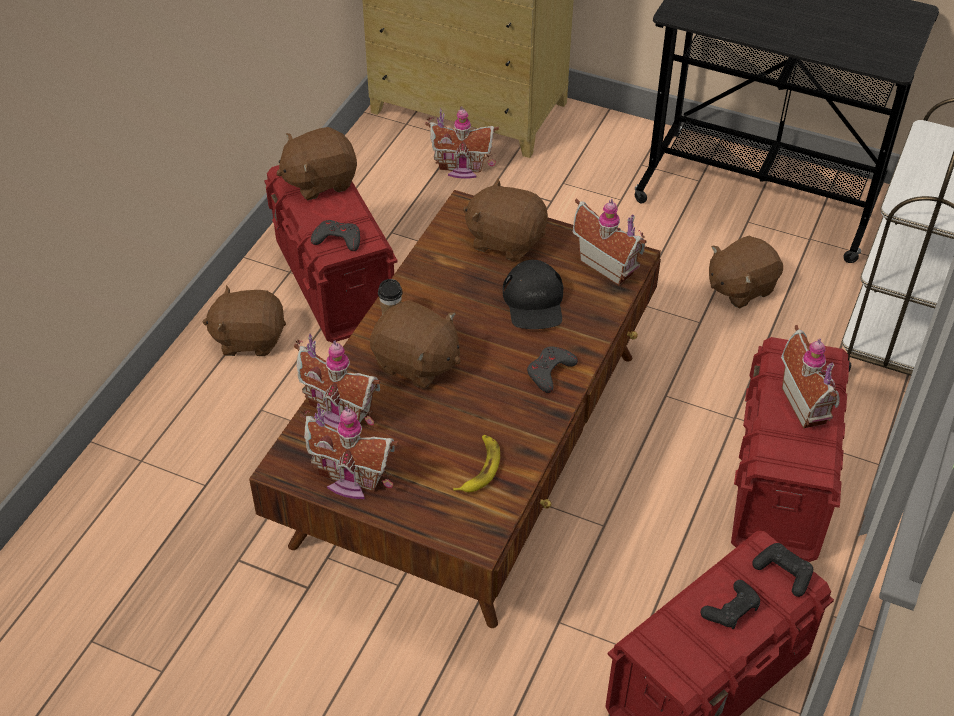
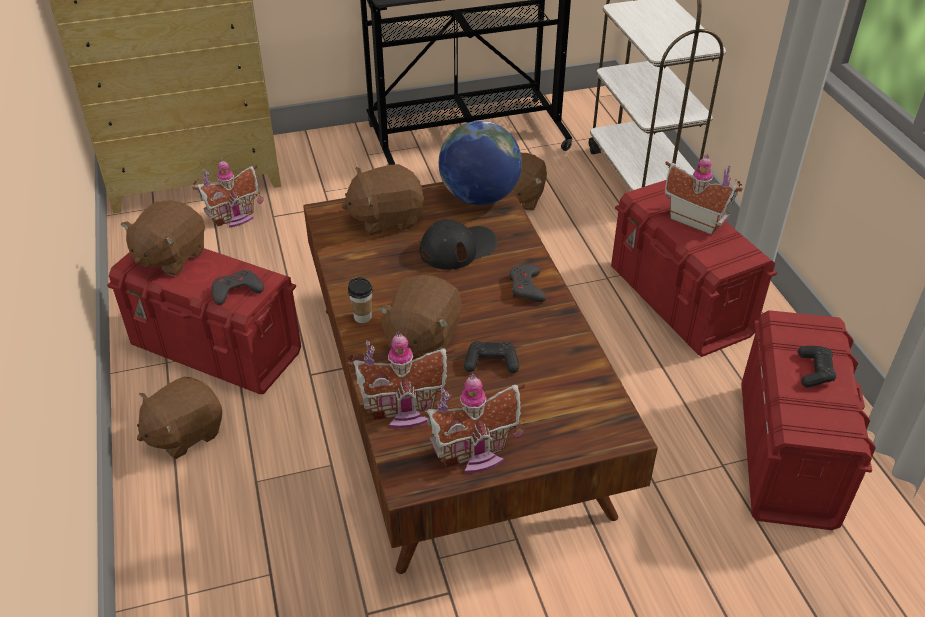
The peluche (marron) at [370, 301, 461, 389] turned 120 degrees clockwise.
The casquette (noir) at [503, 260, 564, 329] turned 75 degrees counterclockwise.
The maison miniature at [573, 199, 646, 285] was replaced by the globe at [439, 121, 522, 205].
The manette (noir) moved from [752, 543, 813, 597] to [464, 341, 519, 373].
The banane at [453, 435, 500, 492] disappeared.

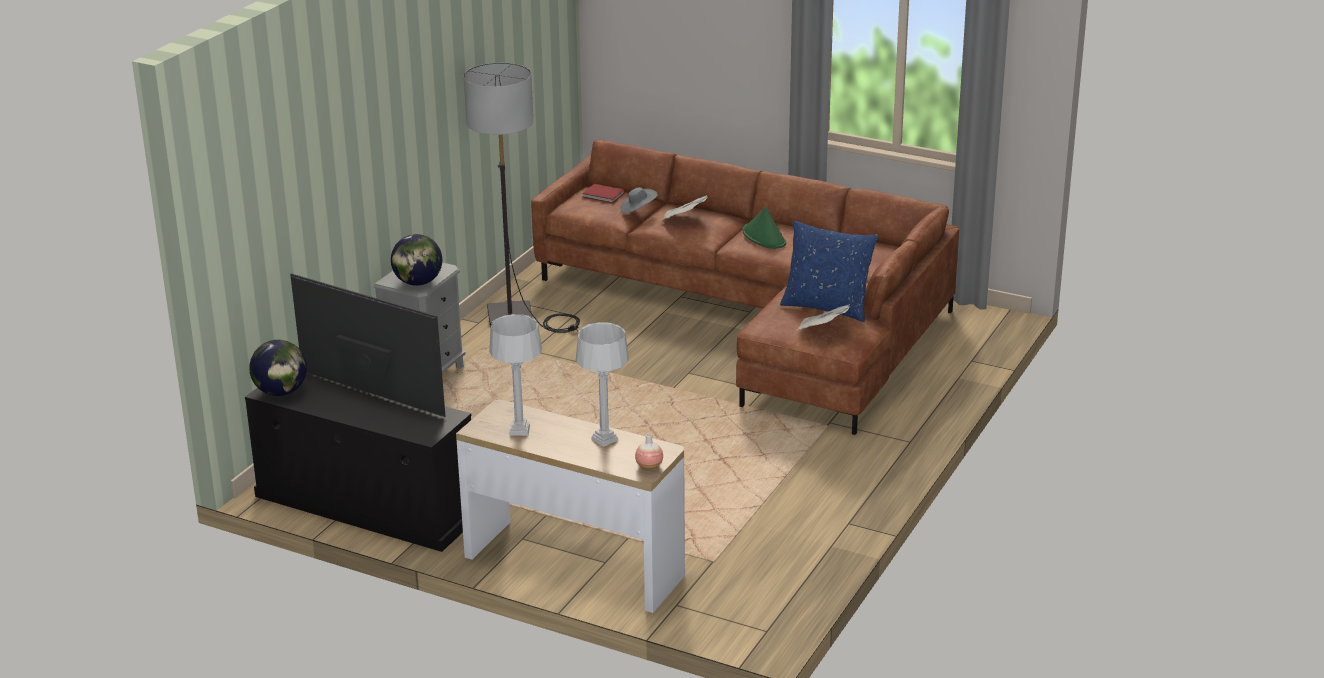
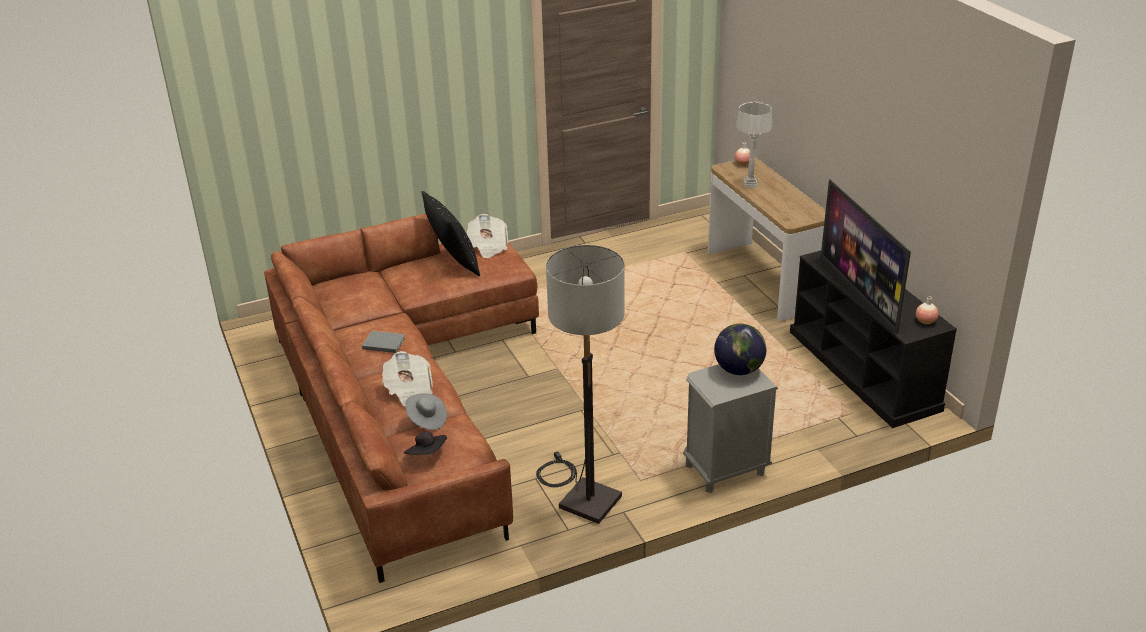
The chapeau (vert) at [742, 207, 786, 249] was replaced by the livre (gris) at [362, 331, 405, 353].
The livre (rouge) at [582, 184, 625, 203] was replaced by the chapeau (noir) at [404, 431, 447, 455].
The coussin (bleu) at [780, 221, 878, 322] became the coussin (noir) at [422, 191, 480, 276].
The globe at [249, 340, 307, 396] was replaced by the vase at [916, 297, 939, 324].
The lampe de table (gris) at [489, 314, 542, 436] disappeared.

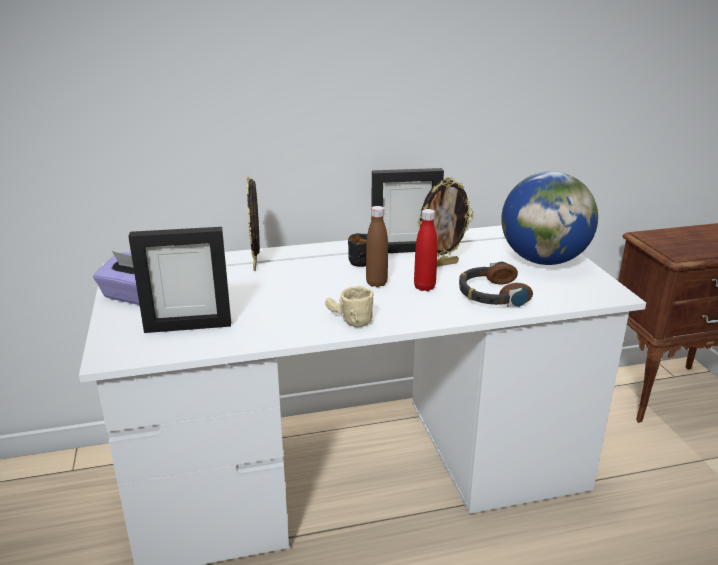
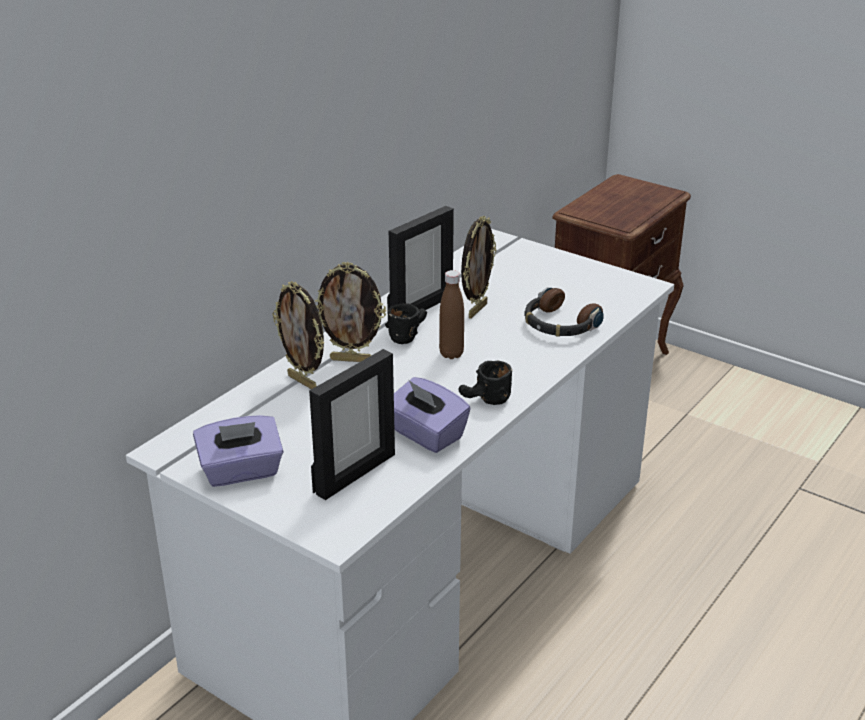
The cadre photo at [314, 262, 386, 362] appeared.
The boîte à mouchoirs (violet) at [394, 377, 471, 453] appeared.
The mug (beige) at [325, 286, 373, 327] became the mug (noir) at [459, 361, 512, 405].
The bouteille (rouge) at [414, 209, 438, 291] disappeared.
The globe at [501, 171, 598, 265] disappeared.

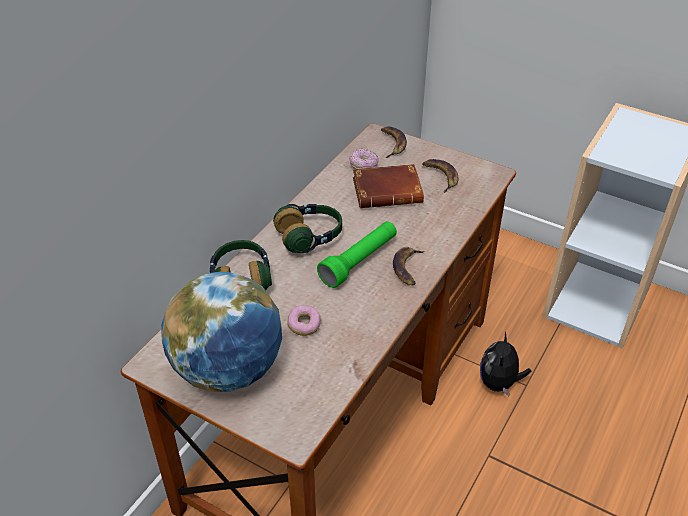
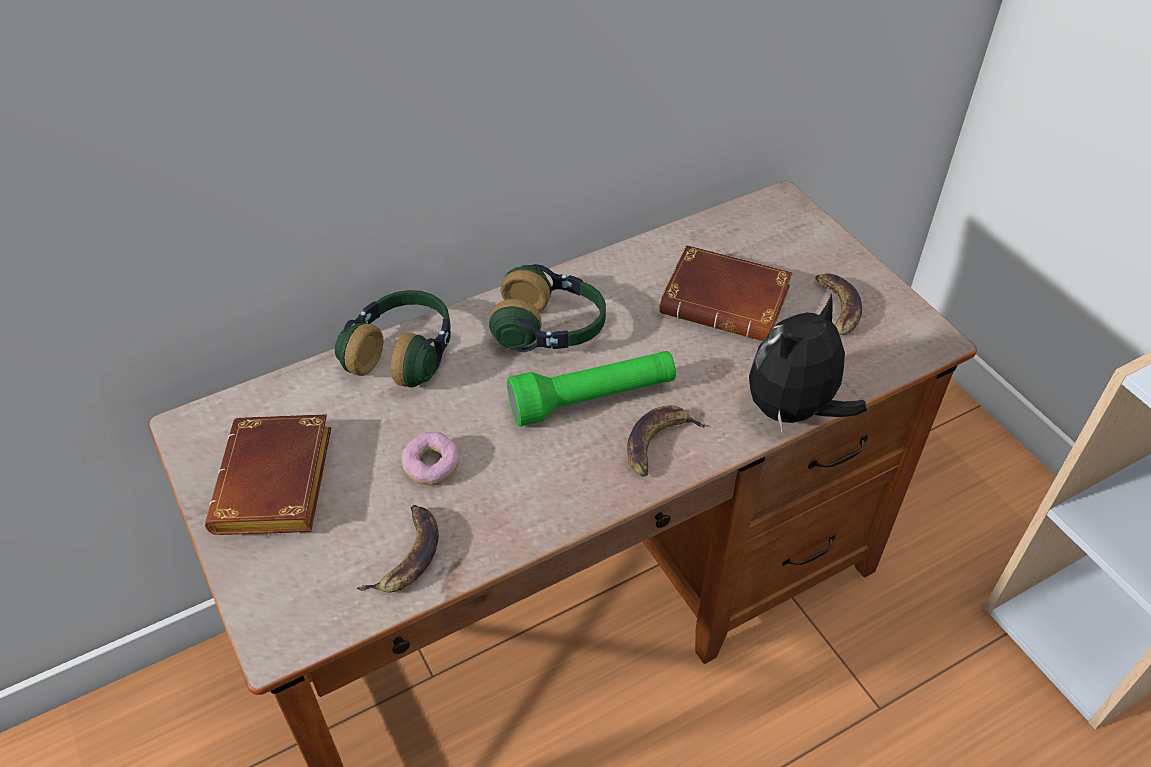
The globe at [161, 272, 282, 392] was replaced by the livre (marron) at [205, 414, 331, 535].
The banane moved from [381, 126, 407, 158] to [356, 505, 439, 593].
The peluche moved from [480, 332, 531, 397] to [749, 294, 867, 435].
The beignet at [349, 148, 379, 169] disappeared.

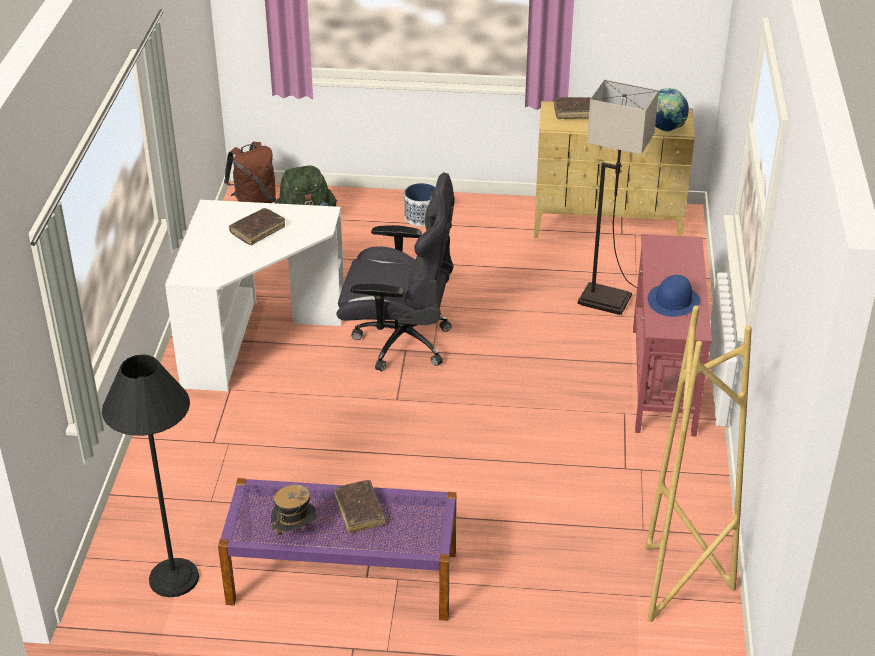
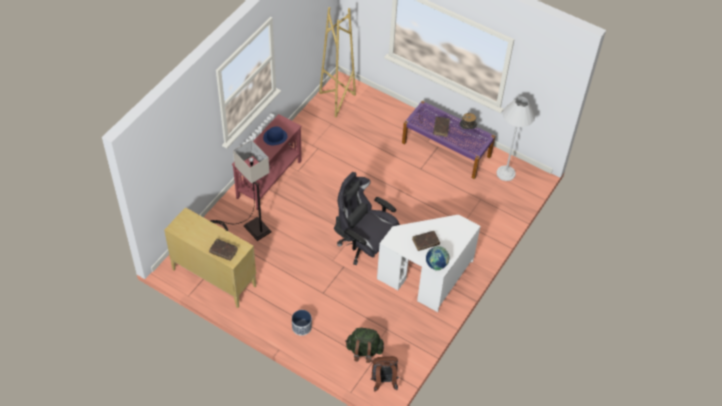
The globe moved from [655, 88, 689, 132] to [426, 246, 450, 271].
The lampadaire (noir) at [102, 355, 199, 597] became the lampadaire (blanc) at [496, 97, 535, 181].

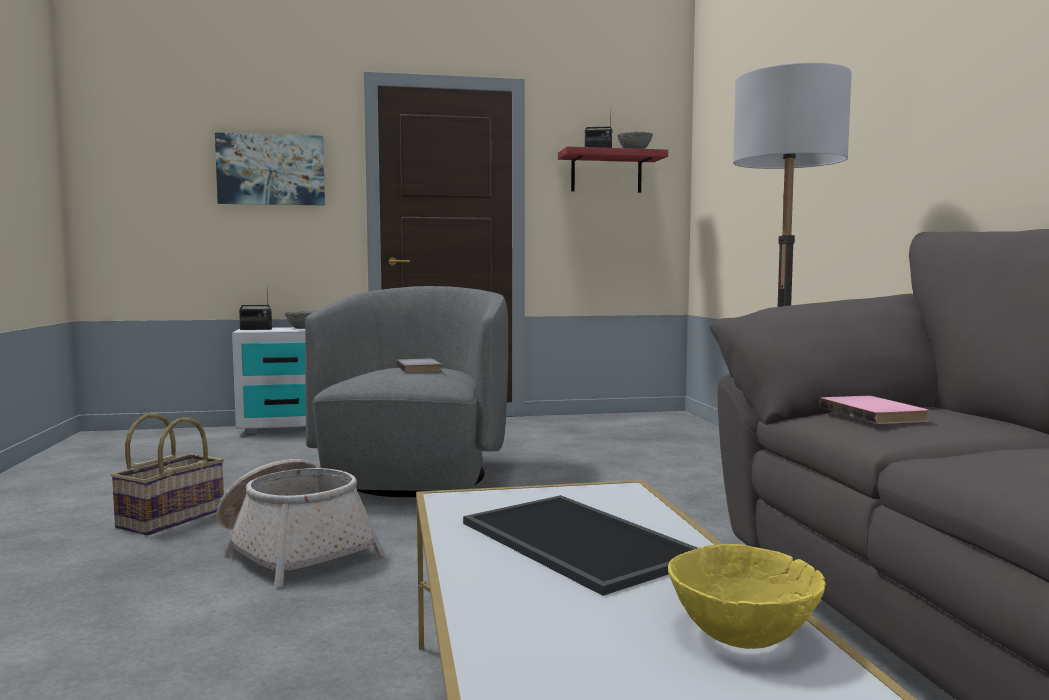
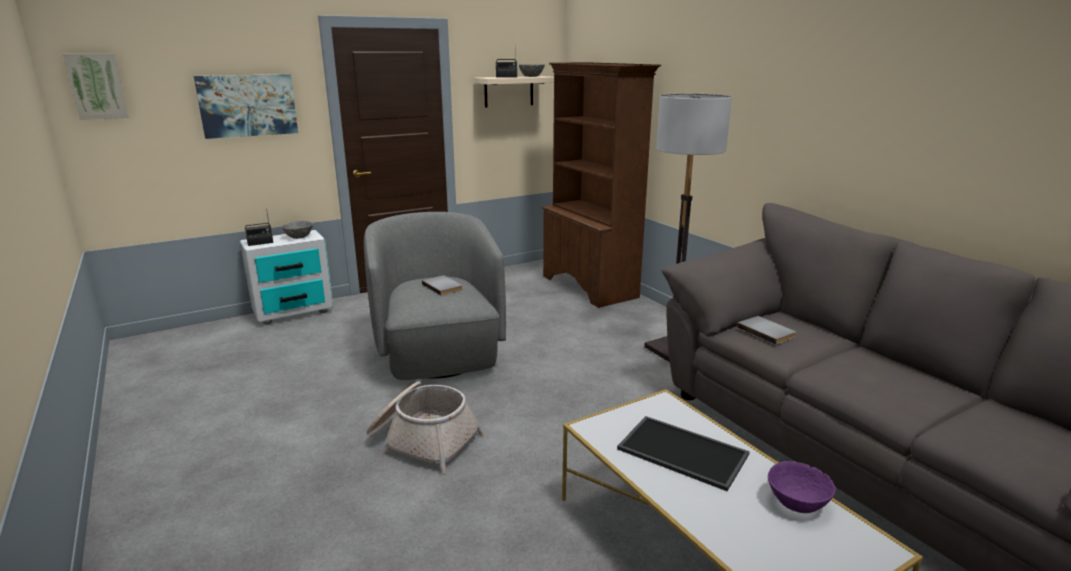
The tableau at [63, 54, 129, 120] appeared.
The étagère (rouge) at [558, 146, 668, 193] became the étagère (beige) at [474, 76, 554, 107].
The bibliothèque (marron) at [542, 62, 661, 308] appeared.
The livre (rose) at [820, 396, 929, 424] became the livre (gris) at [737, 316, 796, 345].
The bol (jaune) at [668, 544, 826, 649] became the bol (violet) at [768, 461, 836, 513].
The panier at [110, 413, 224, 536] disappeared.

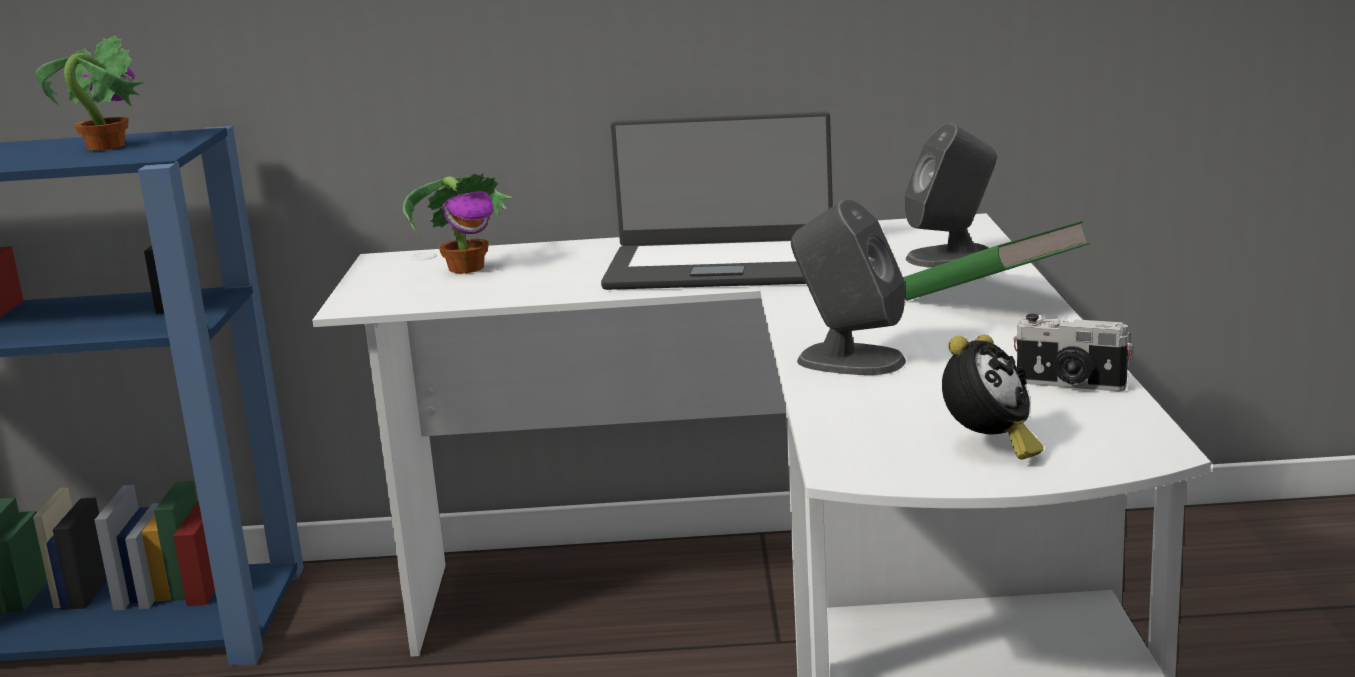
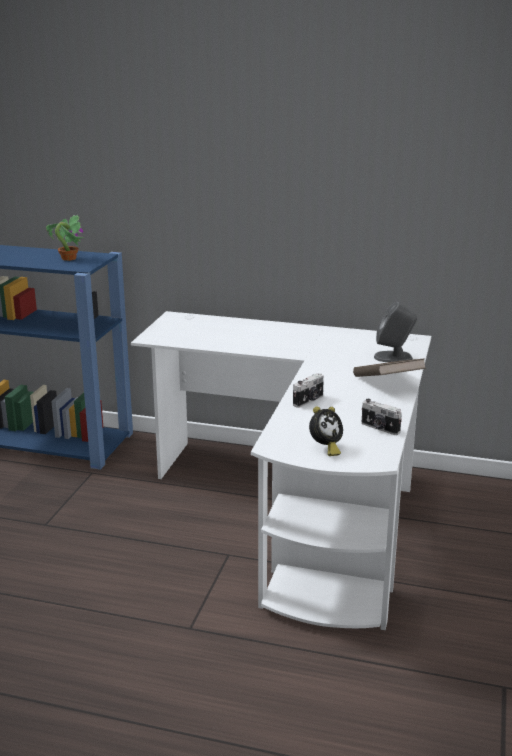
The enceinte (gris) at [791, 199, 906, 375] was replaced by the appareil photo at [293, 373, 324, 408].
The livre (vert) at [903, 221, 1090, 301] became the livre (marron) at [353, 358, 426, 377].
The plante en pot at [403, 174, 512, 273] disappeared.
The ordinateur portable at [601, 111, 833, 290] disappeared.

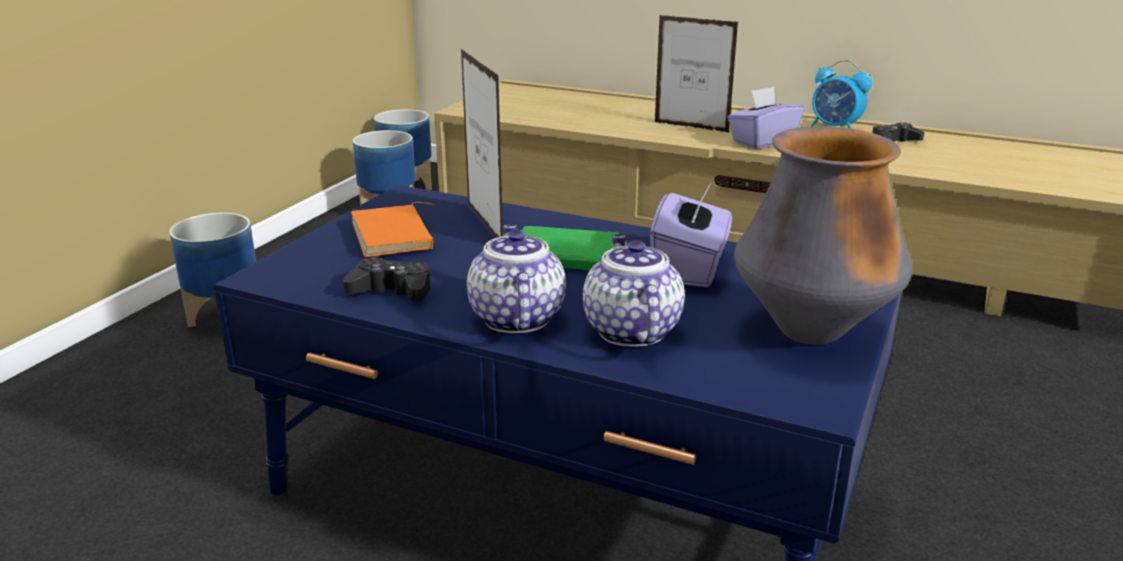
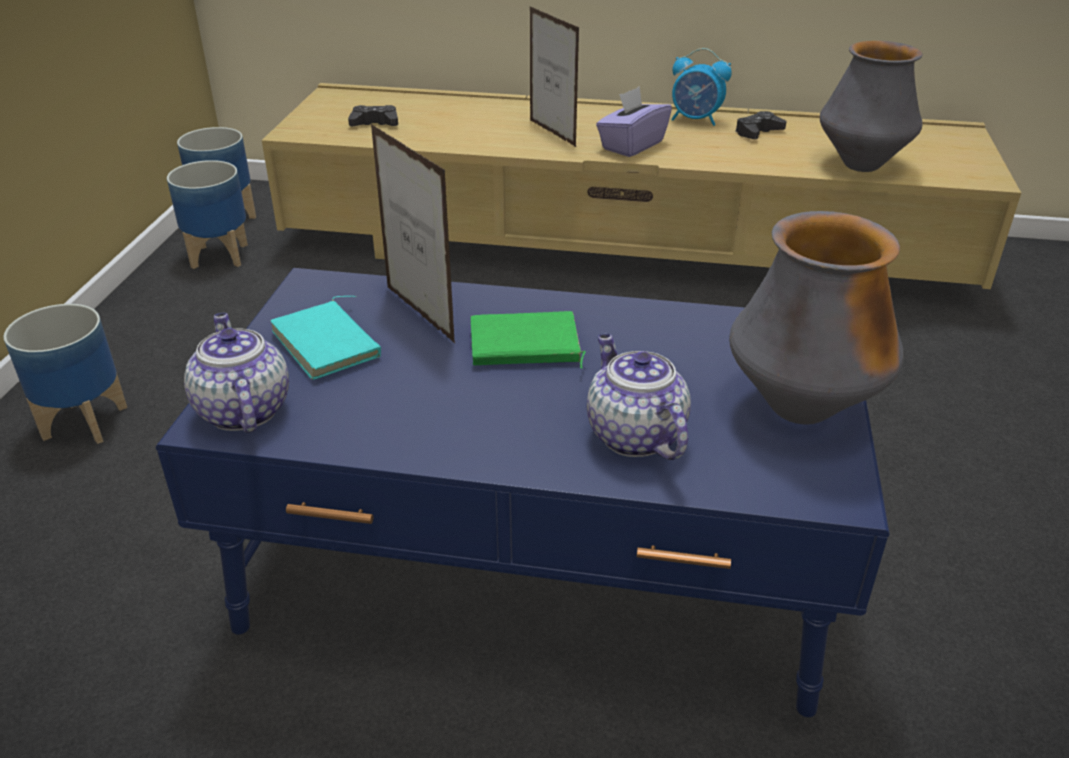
The théière moved from [467, 225, 566, 333] to [184, 313, 289, 433].
The livre (orange) at [351, 202, 434, 257] became the livre (turquoise) at [270, 296, 381, 380].
The manette (noir) moved from [343, 257, 430, 301] to [348, 105, 398, 126].
The cadre photo at [655, 15, 738, 133] turned 45 degrees clockwise.
The vase at [820, 41, 923, 172] appeared.
The boîte à mouchoirs (violet) at [650, 182, 732, 287] disappeared.

